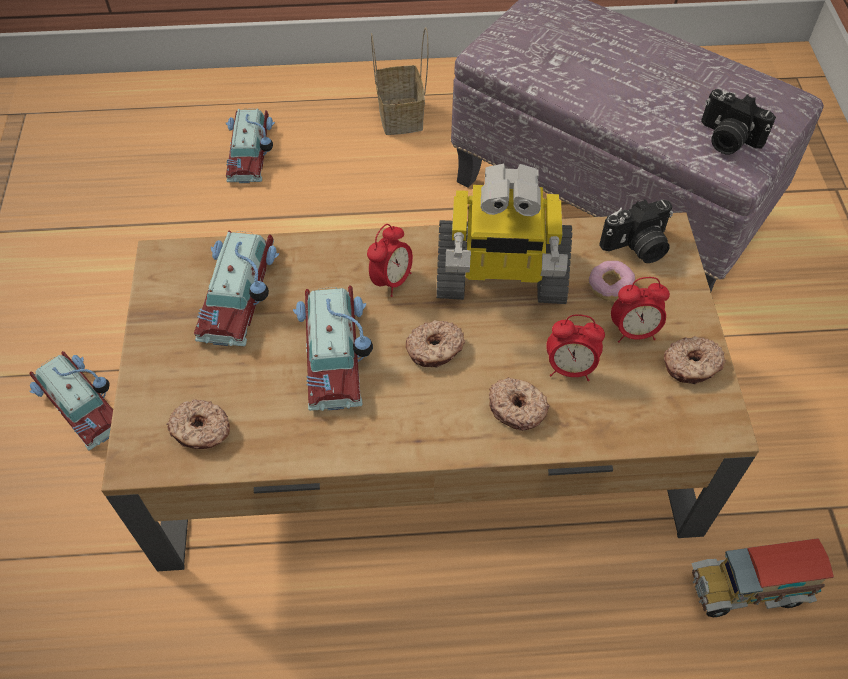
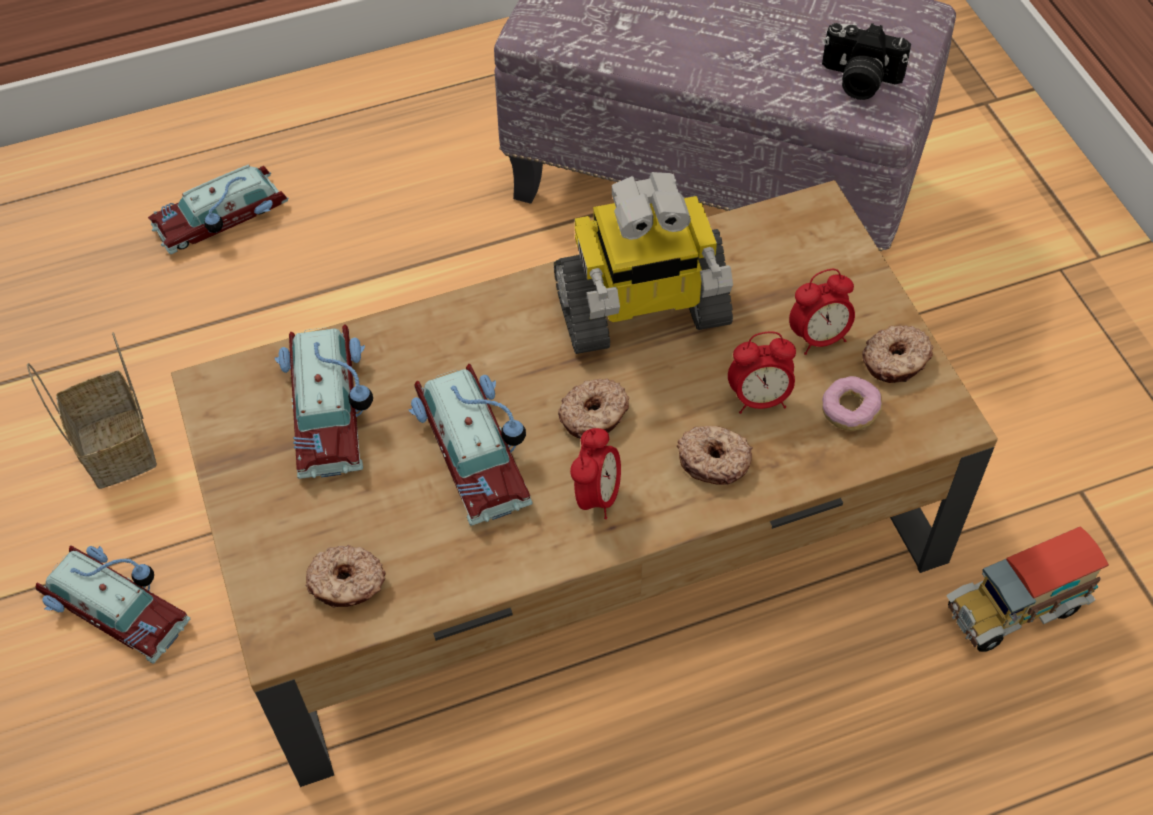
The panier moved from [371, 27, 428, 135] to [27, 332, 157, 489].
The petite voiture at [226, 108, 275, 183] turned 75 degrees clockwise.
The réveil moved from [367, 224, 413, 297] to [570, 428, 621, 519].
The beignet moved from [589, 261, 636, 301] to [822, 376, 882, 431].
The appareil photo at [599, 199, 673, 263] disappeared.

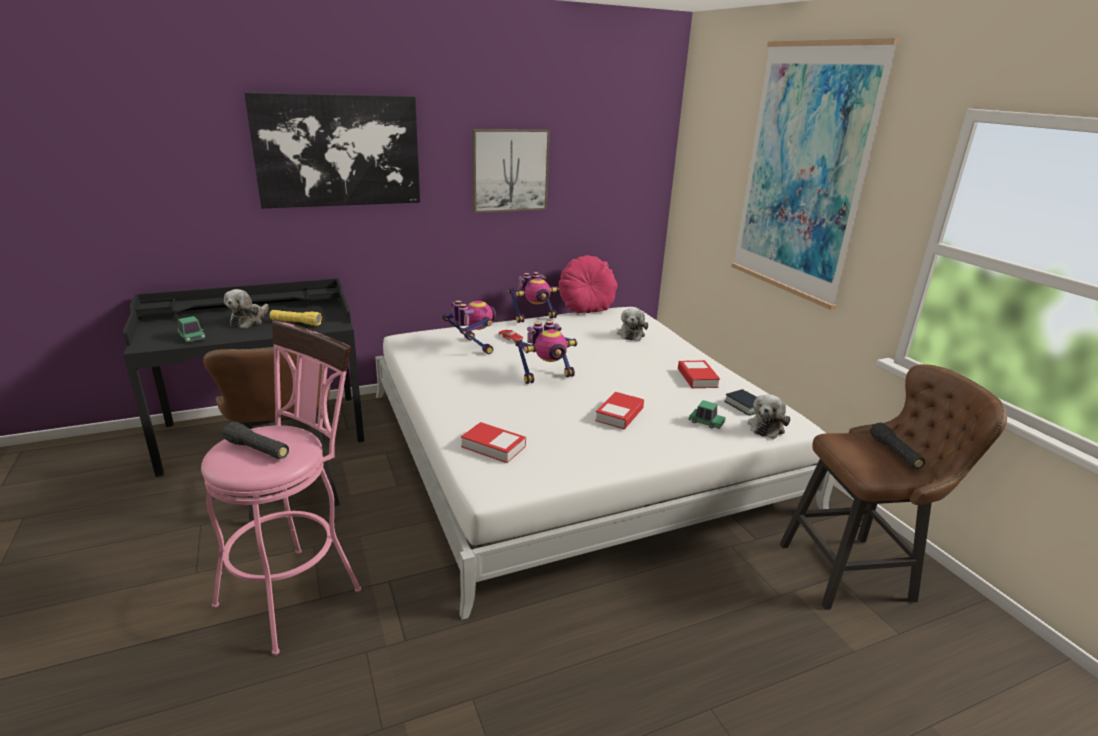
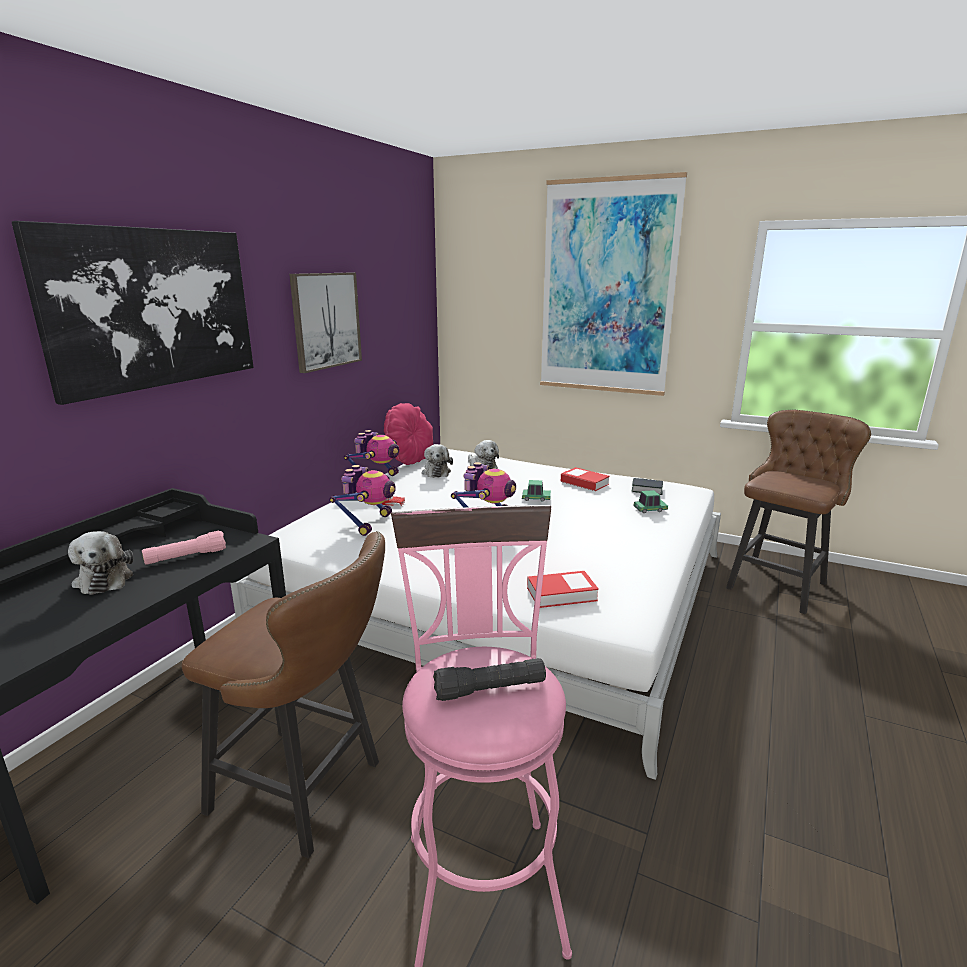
The lampe de poche (jaune) at [270, 310, 322, 326] became the lampe de poche (rose) at [142, 531, 226, 565].
The robot jouet at [442, 300, 496, 354] turned 90 degrees clockwise.
The peluche moved from [747, 394, 790, 439] to [422, 444, 453, 478].
The petite voiture moved from [177, 316, 206, 342] to [522, 480, 551, 502].
The livre at [595, 392, 644, 429] disappeared.
The lampe de poche (noir) at [870, 422, 925, 469] disappeared.

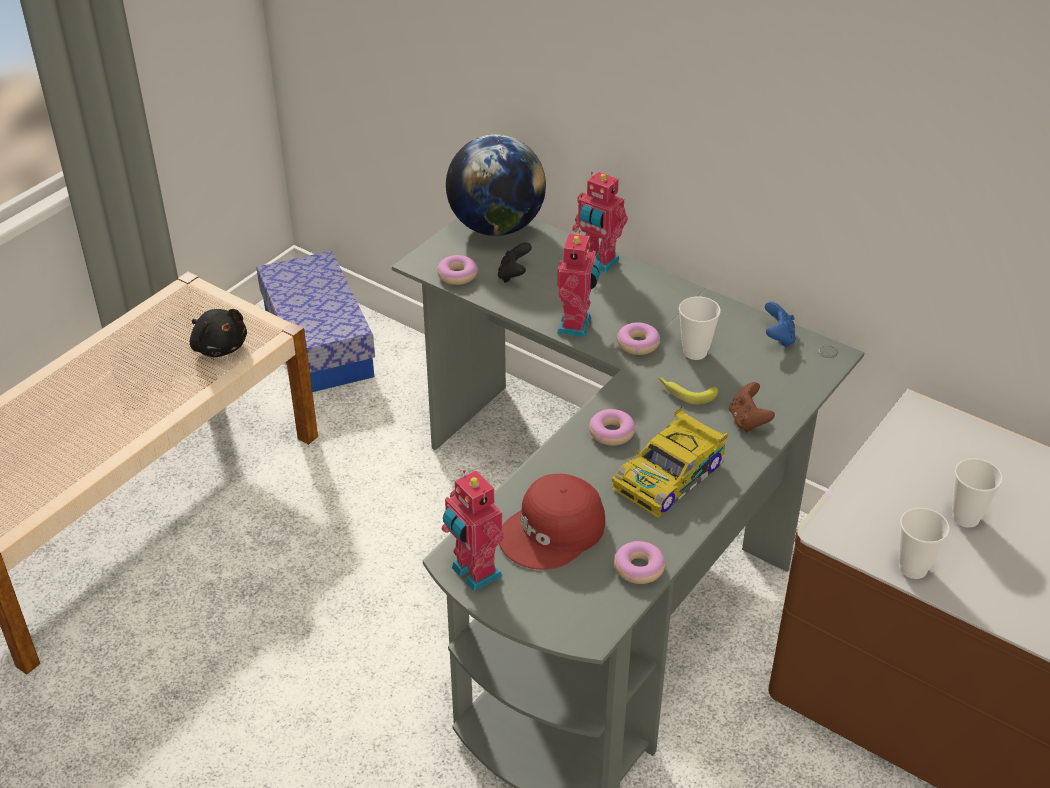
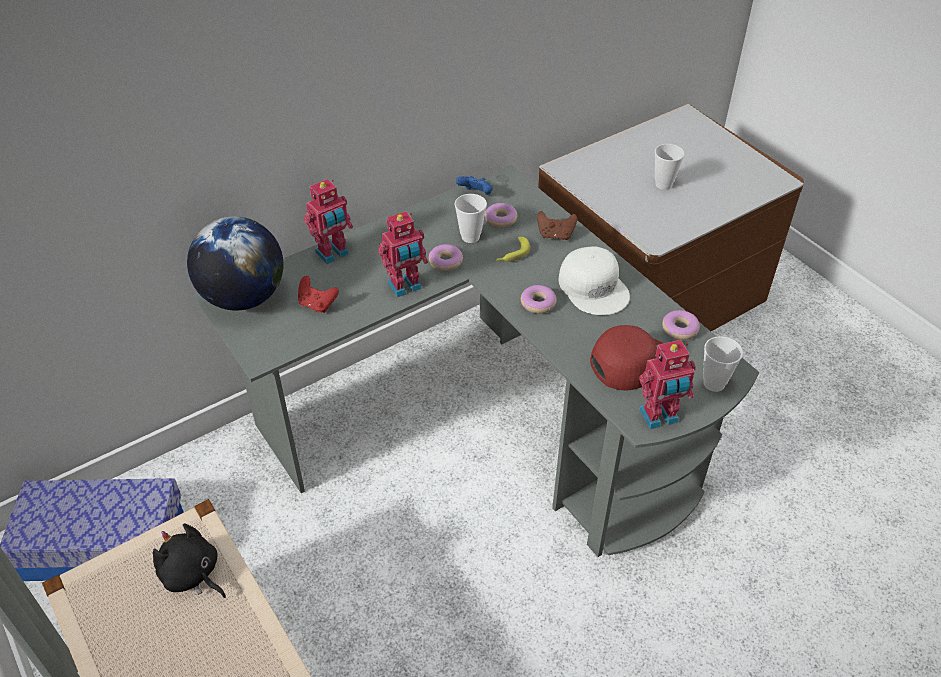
The peluche (noir) at [190, 309, 247, 357] turned 120 degrees counterclockwise.
The manette (noir) at [498, 242, 532, 283] became the manette (rouge) at [298, 276, 339, 313].
The robot jouet at [557, 230, 601, 337] turned 120 degrees clockwise.
The beignet moved from [437, 255, 478, 285] to [485, 203, 517, 228].
The petite voiture at [612, 407, 728, 517] was replaced by the casquette (blanc) at [558, 246, 630, 315].
The casquette (rouge) at [499, 474, 605, 570] turned 90 degrees counterclockwise.
The tasse moved from [899, 508, 950, 579] to [703, 336, 743, 392].

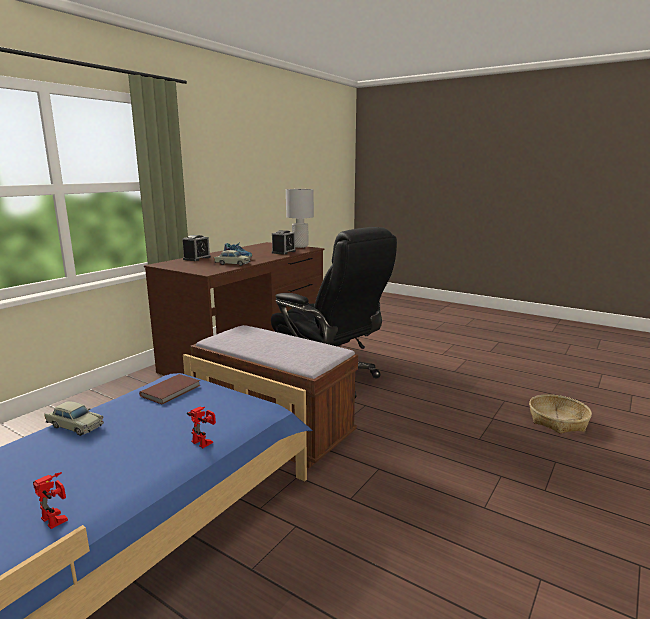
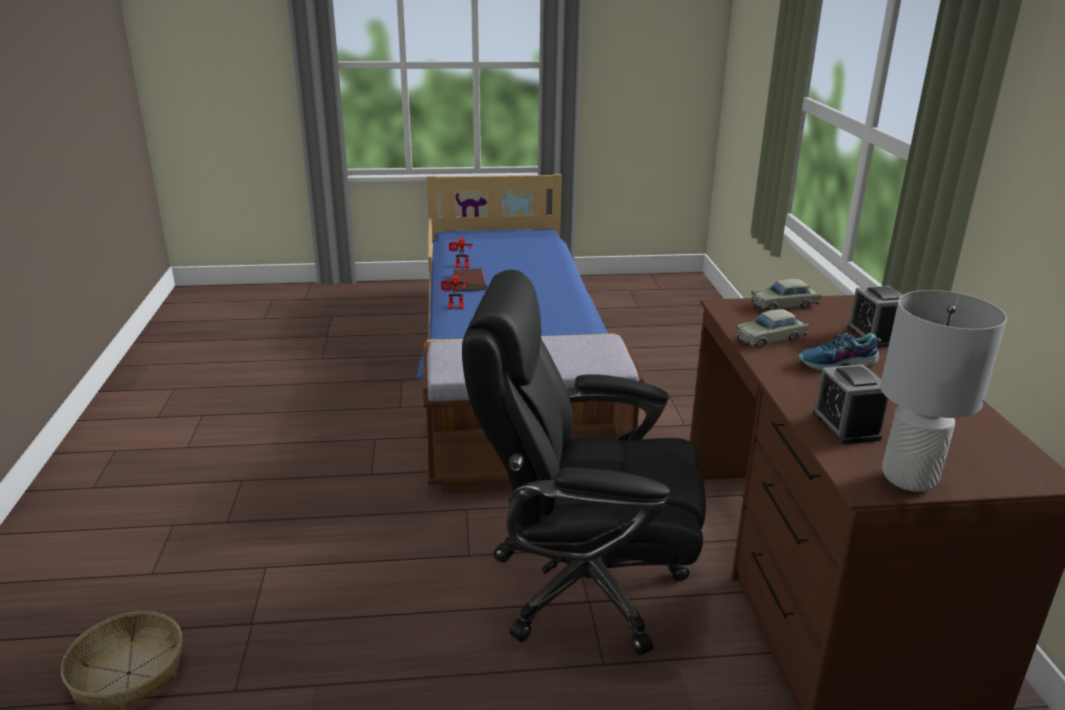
The livre (marron) moved from [139, 374, 201, 405] to [453, 268, 487, 291].
The petite voiture (beige) moved from [44, 401, 104, 436] to [751, 279, 822, 311].

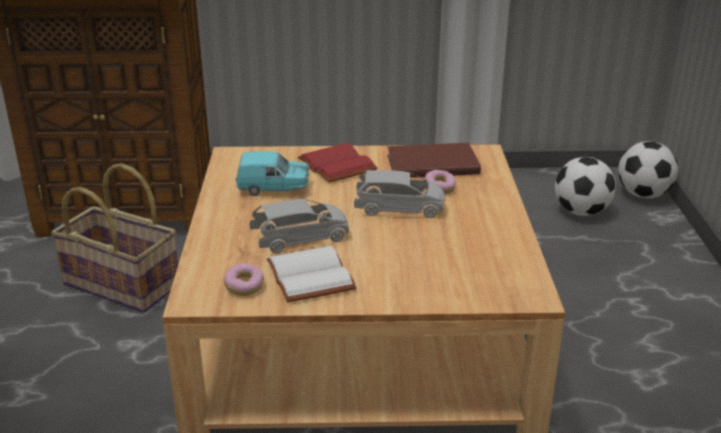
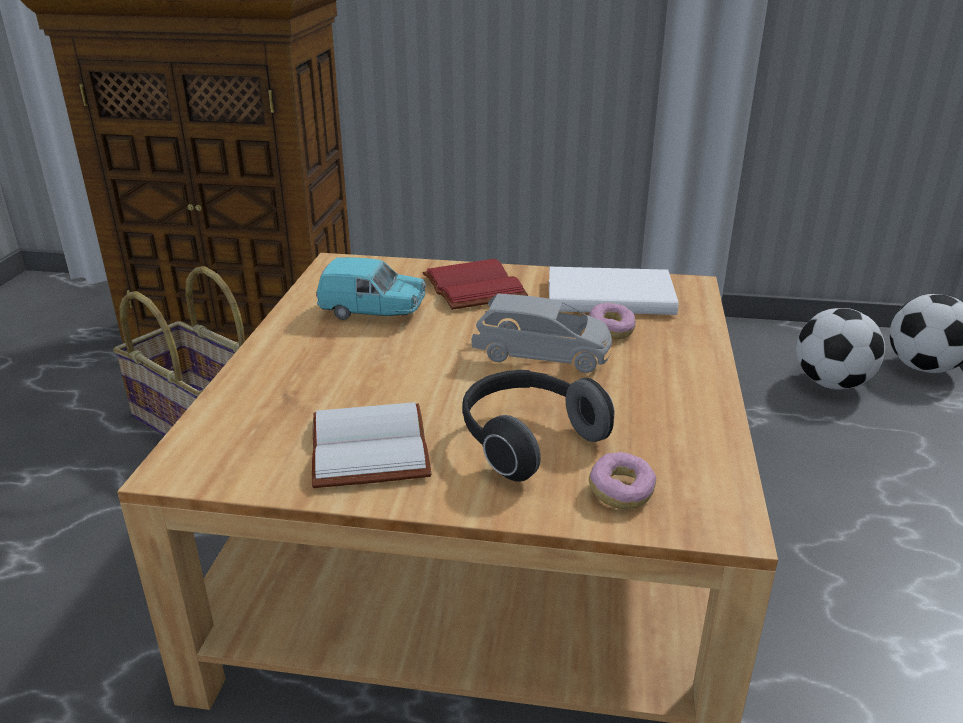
The casque audio at [462, 370, 615, 482] appeared.
The livre (marron) at [387, 143, 481, 178] became the livre (blanc) at [549, 267, 679, 315].
The beignet moved from [224, 263, 264, 296] to [589, 452, 657, 509].
The petite voiture (gris) at [249, 199, 349, 253] disappeared.

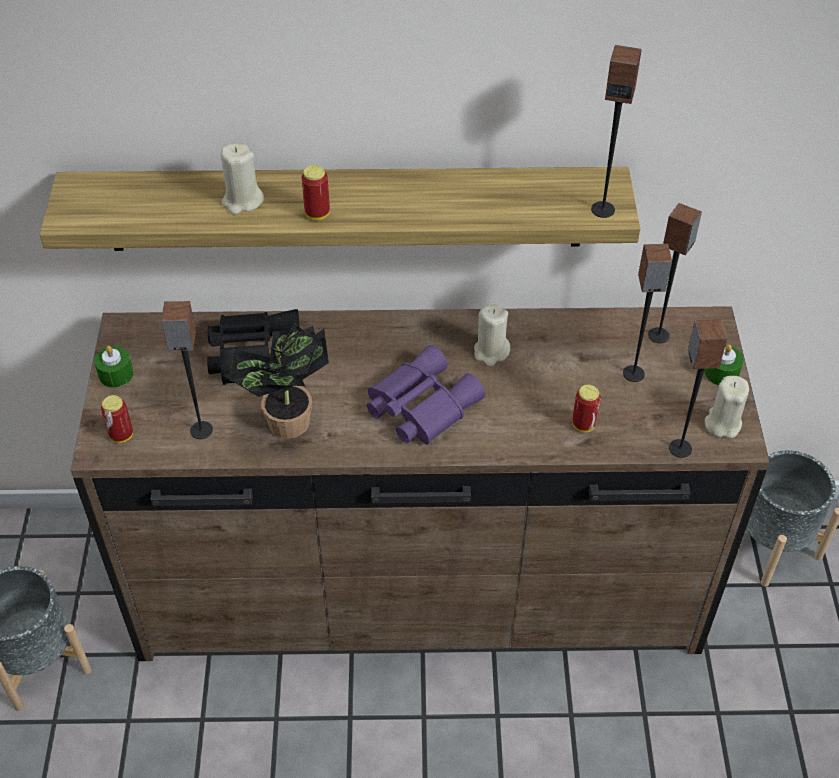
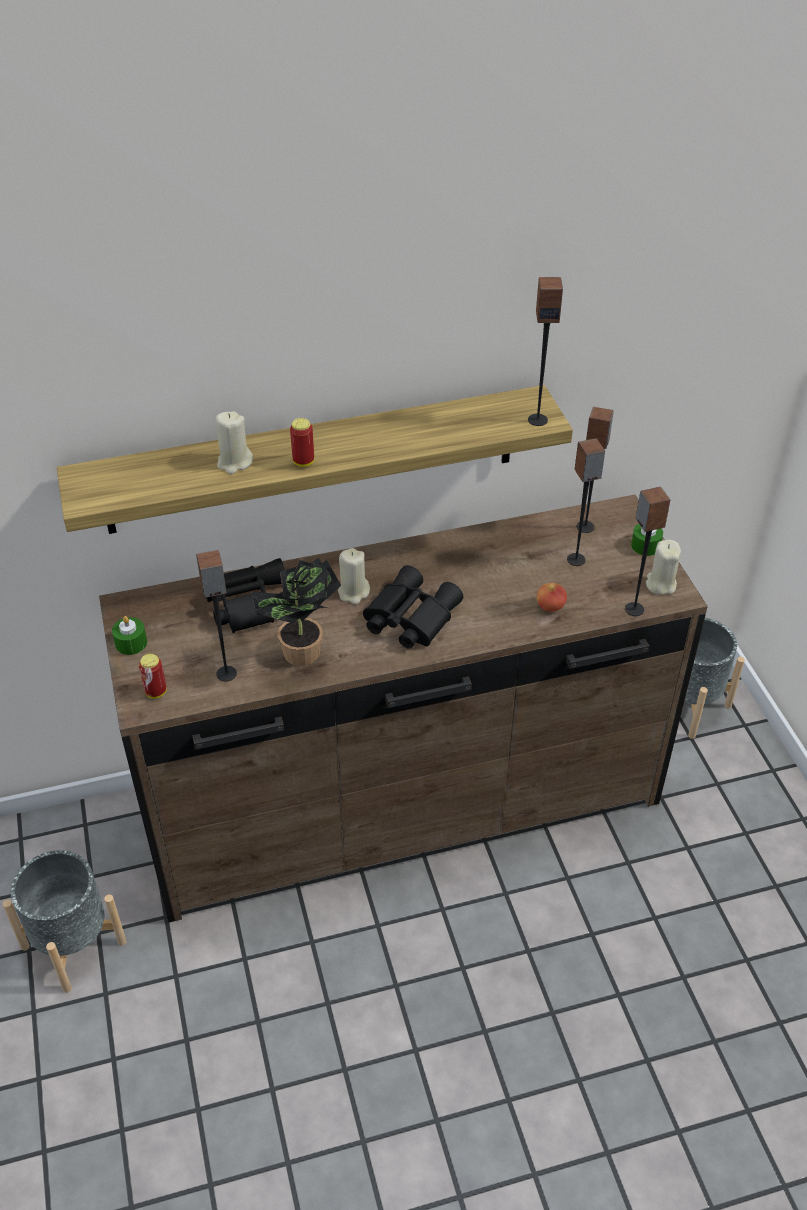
The bougie (beige) moved from [474, 304, 510, 367] to [338, 548, 370, 604].
The jumelles (violet) at [367, 345, 485, 445] became the jumelles (noir) at [363, 565, 463, 649].
The boîte métallique at [572, 385, 601, 432] was replaced by the pomme at [537, 583, 567, 612].

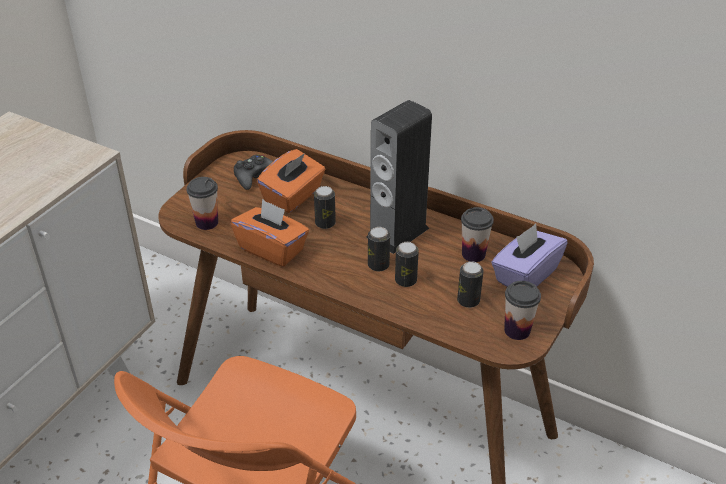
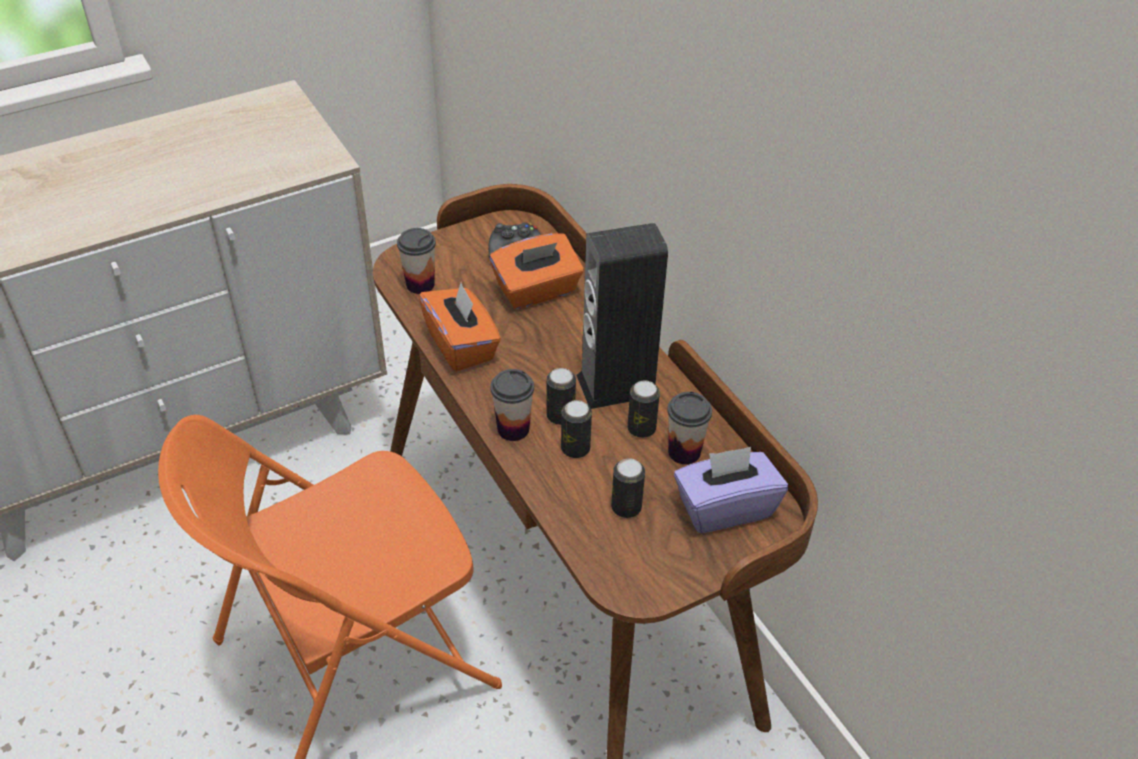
The tasse moved from [504, 281, 541, 340] to [490, 369, 534, 441].
The boîte métallique moved from [314, 186, 336, 229] to [627, 380, 660, 438].

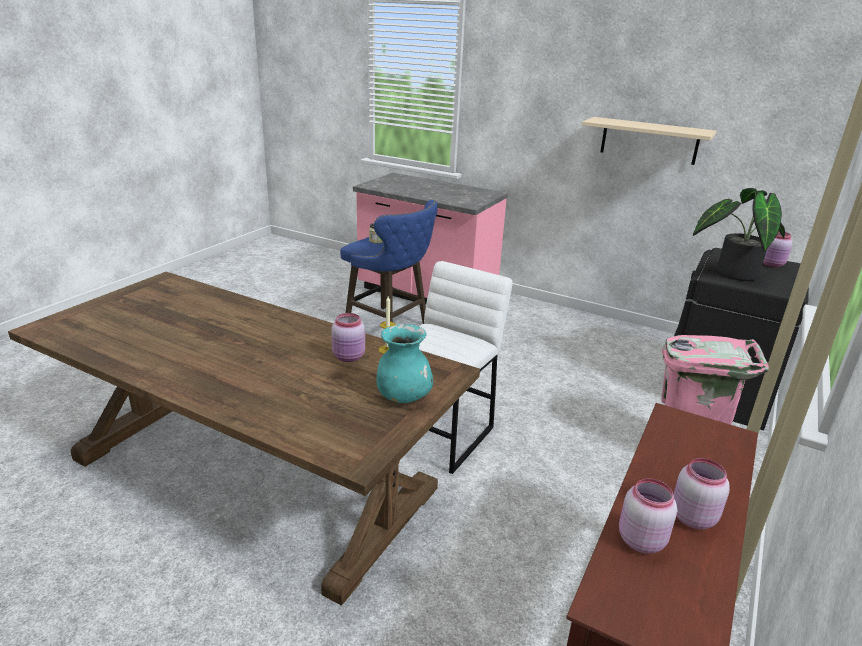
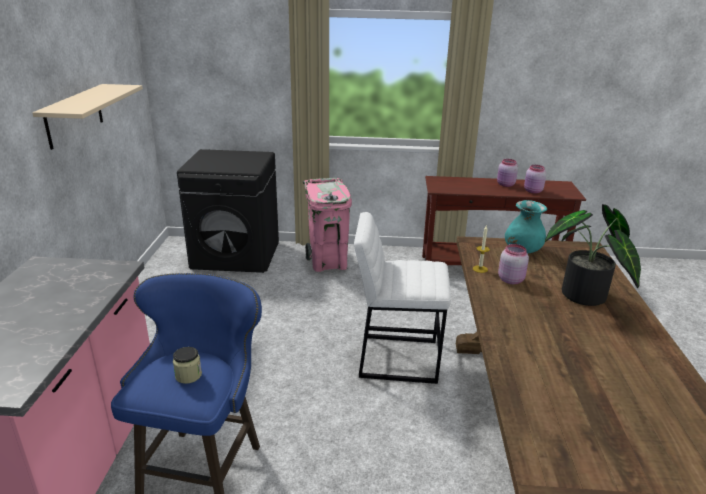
The plante en pot moved from [693, 188, 785, 281] to [545, 204, 641, 306].
The bocal (rose) at [763, 231, 792, 267] disappeared.

